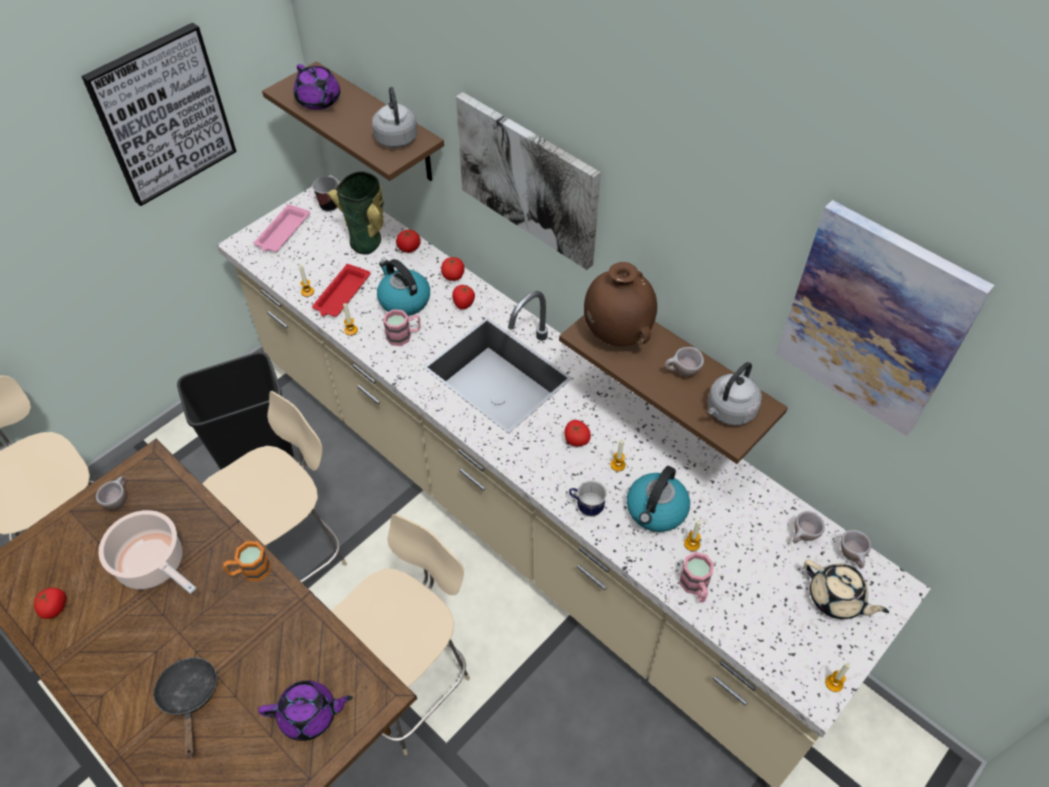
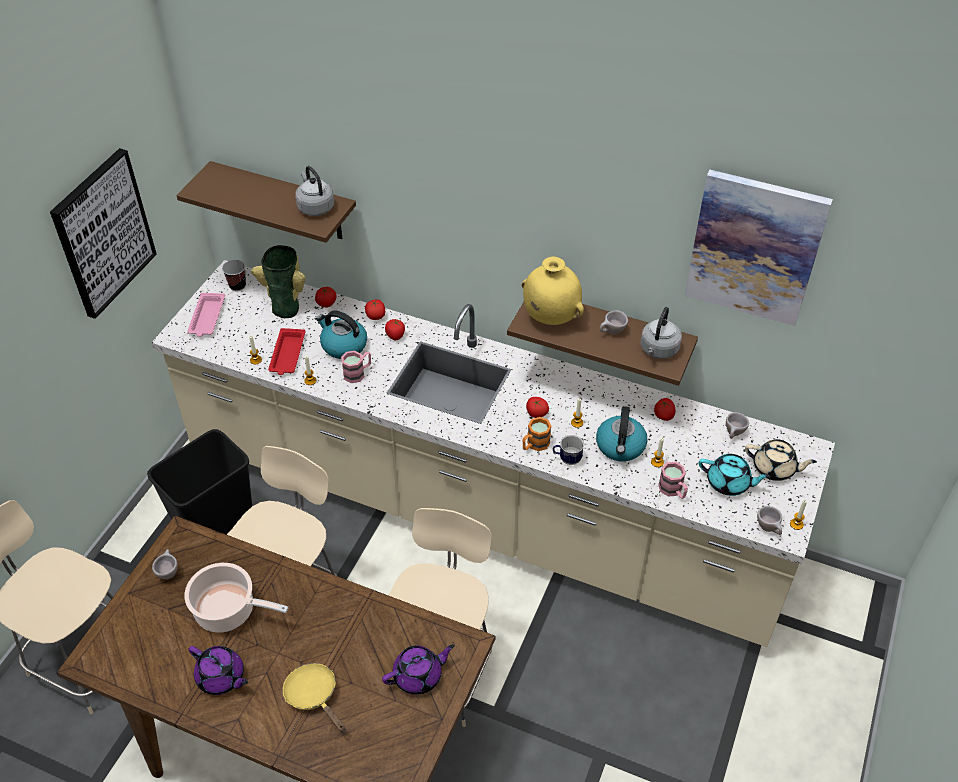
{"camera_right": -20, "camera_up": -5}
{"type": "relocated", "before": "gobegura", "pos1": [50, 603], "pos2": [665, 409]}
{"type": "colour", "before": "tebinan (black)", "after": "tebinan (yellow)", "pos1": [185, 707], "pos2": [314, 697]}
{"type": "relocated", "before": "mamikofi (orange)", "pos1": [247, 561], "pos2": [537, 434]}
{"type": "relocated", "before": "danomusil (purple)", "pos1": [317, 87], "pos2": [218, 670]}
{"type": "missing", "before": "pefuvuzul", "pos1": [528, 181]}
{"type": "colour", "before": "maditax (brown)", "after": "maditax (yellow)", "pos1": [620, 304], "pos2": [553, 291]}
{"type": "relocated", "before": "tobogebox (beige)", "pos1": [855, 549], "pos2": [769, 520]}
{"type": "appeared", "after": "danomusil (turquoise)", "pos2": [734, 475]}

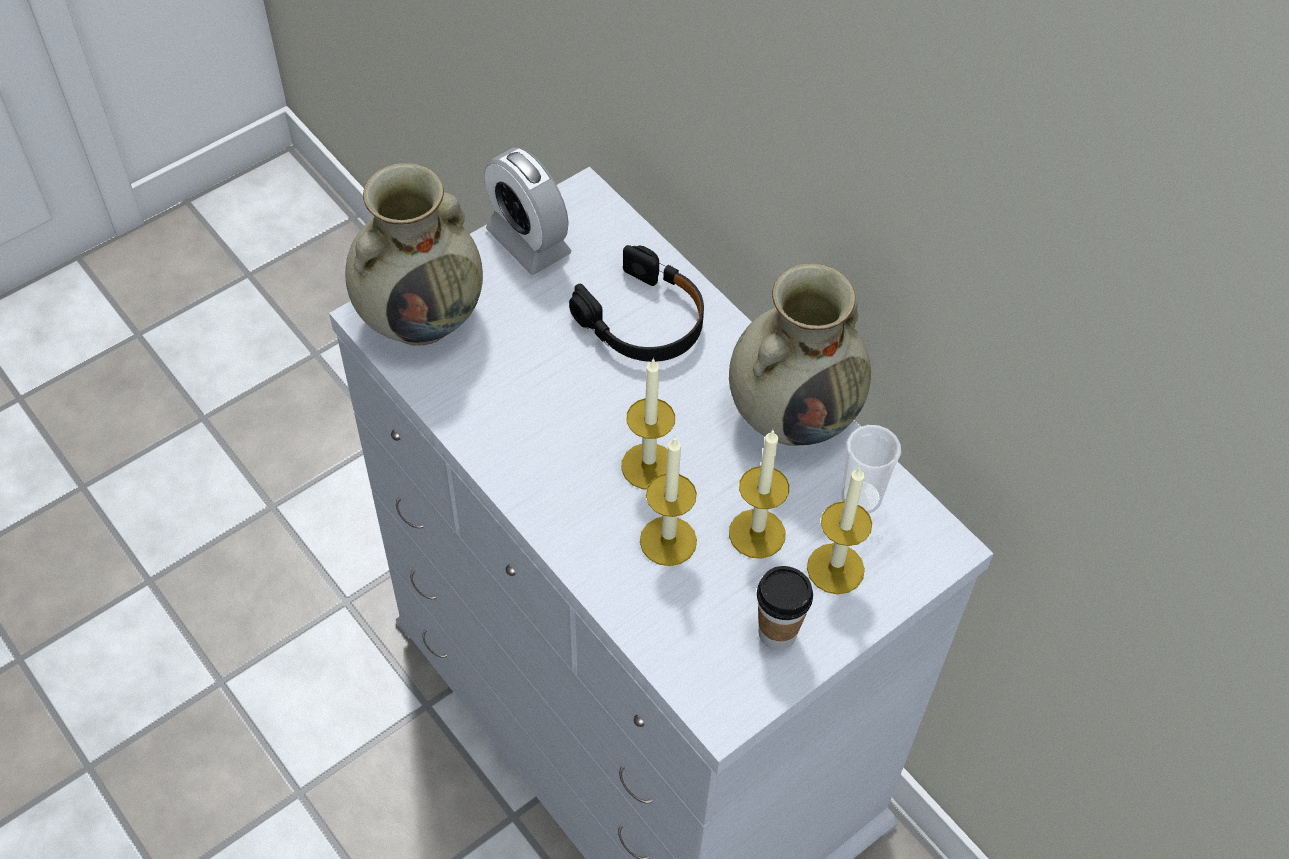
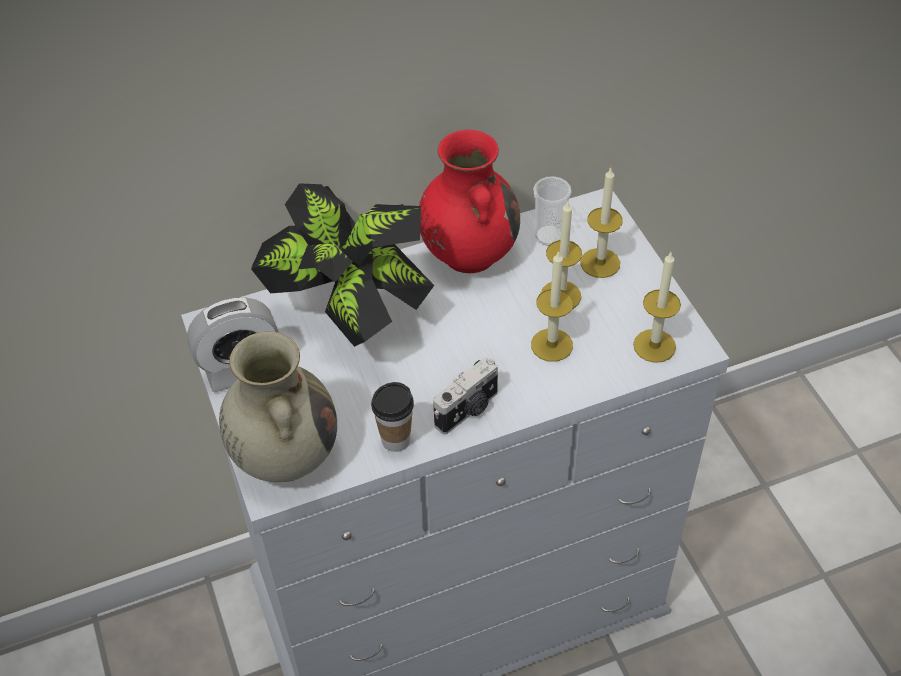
{"camera_right": -70, "camera_up": -5}
{"type": "exchanged", "before": "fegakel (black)", "after": "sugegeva", "pos1": [636, 303], "pos2": [343, 265]}
{"type": "relocated", "before": "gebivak", "pos1": [648, 423], "pos2": [657, 307]}
{"type": "colour", "before": "maditax (beige)", "after": "maditax (red)", "pos1": [800, 355], "pos2": [469, 201]}
{"type": "relocated", "before": "tobogebox", "pos1": [785, 608], "pos2": [392, 417]}
{"type": "appeared", "after": "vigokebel", "pos2": [465, 396]}

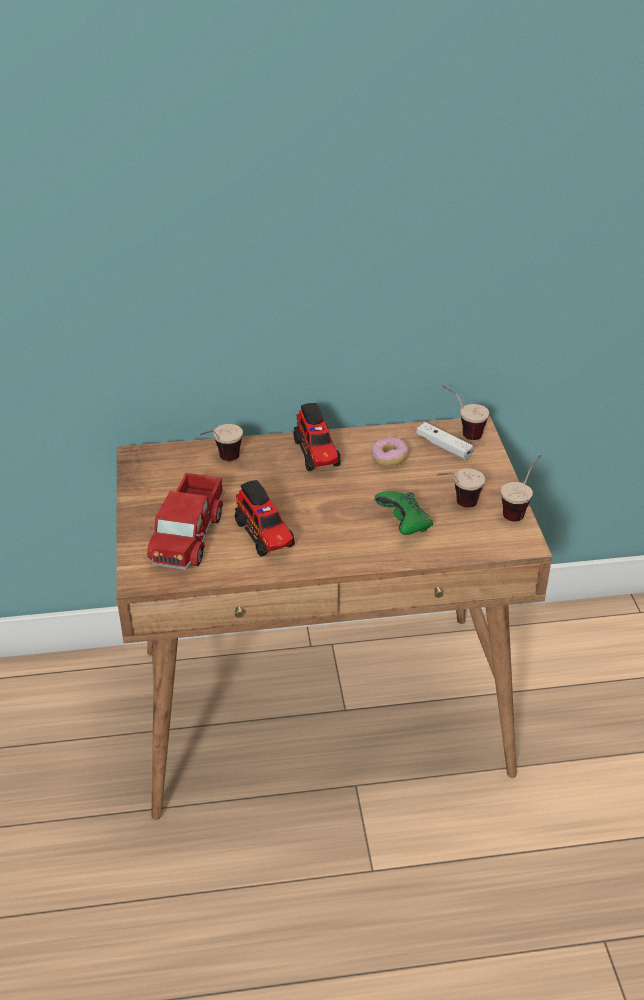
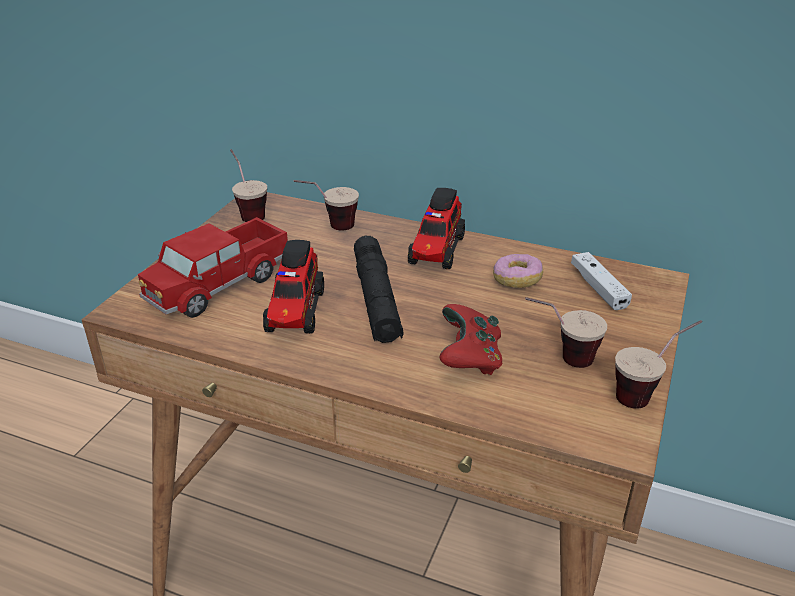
{"camera_right": 30, "camera_up": -5}
{"type": "colour", "before": "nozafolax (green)", "after": "nozafolax (red)", "pos1": [403, 513], "pos2": [470, 339]}
{"type": "relocated", "before": "tobogebox", "pos1": [465, 412], "pos2": [248, 185]}
{"type": "appeared", "after": "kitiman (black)", "pos2": [379, 289]}

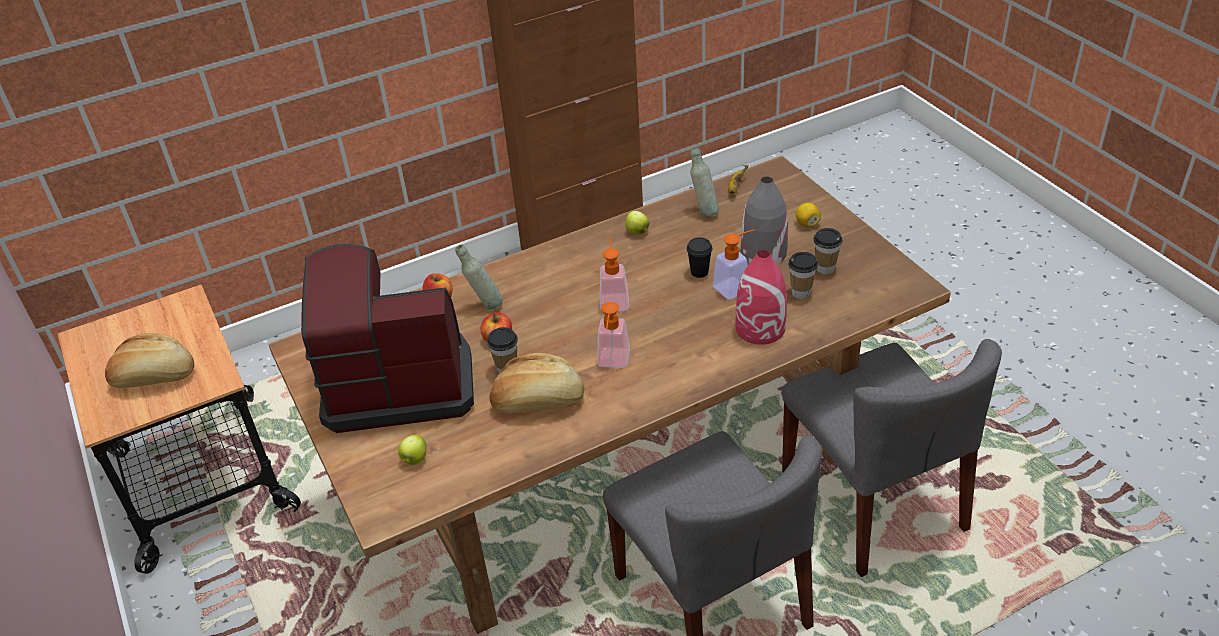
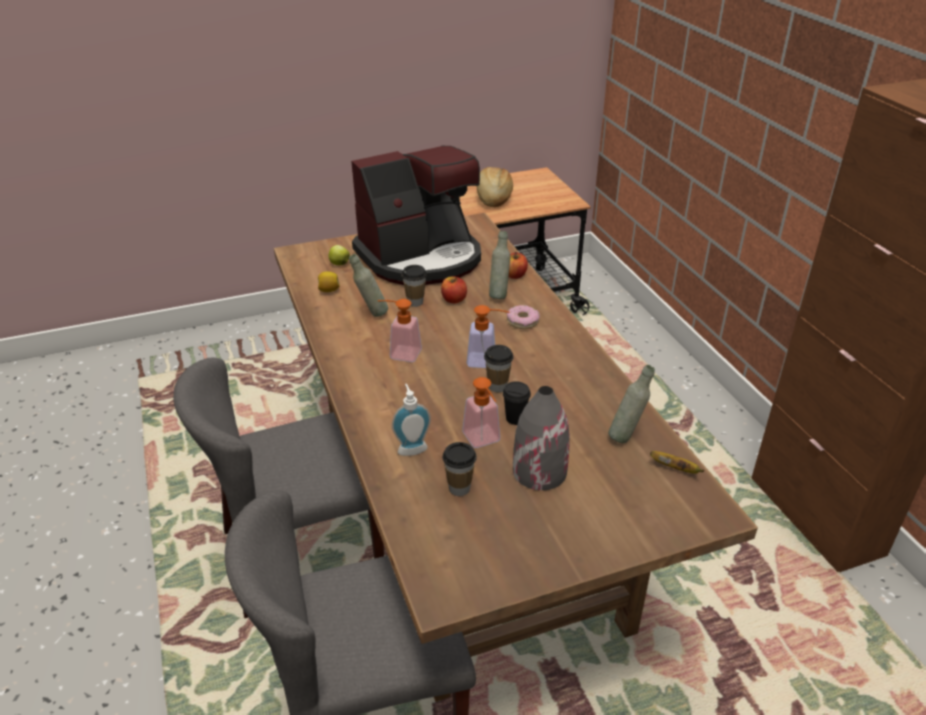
{"camera_right": 95, "camera_up": -5}
{"type": "spun", "before": "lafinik", "pos1": [387, 338], "pos2": [416, 215], "turn": 60}
{"type": "exchanged", "before": "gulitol", "after": "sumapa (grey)", "pos1": [537, 383], "pos2": [368, 285]}
{"type": "missing", "before": "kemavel", "pos1": [637, 222]}
{"type": "exchanged", "before": "maditax (red)", "after": "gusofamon", "pos1": [761, 297], "pos2": [411, 420]}
{"type": "relocated", "before": "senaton", "pos1": [808, 215], "pos2": [329, 281]}
{"type": "relocated", "before": "tobogebox", "pos1": [827, 251], "pos2": [498, 368]}
{"type": "appeared", "after": "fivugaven", "pos2": [523, 317]}

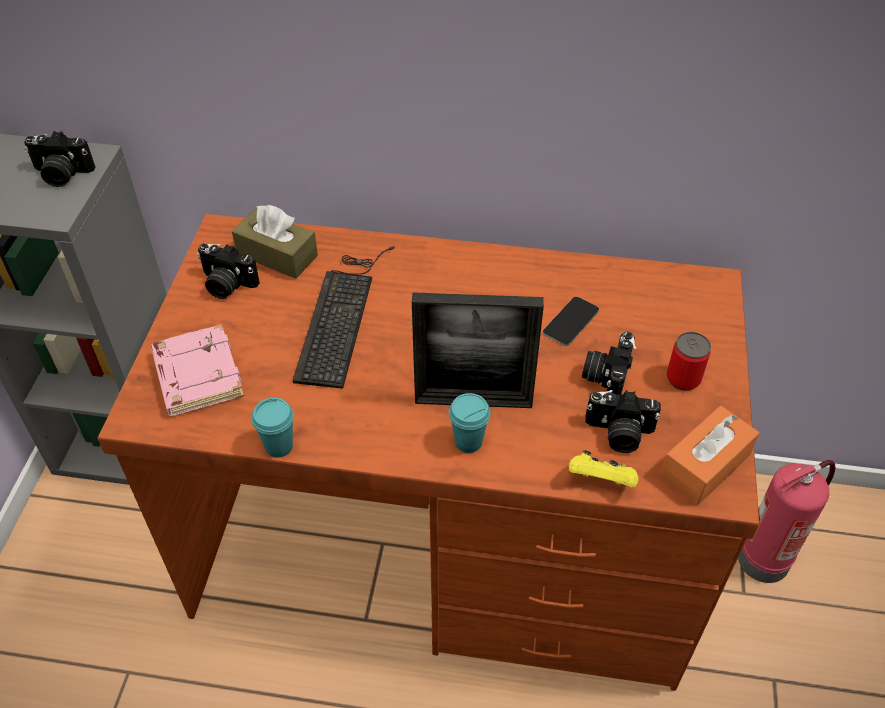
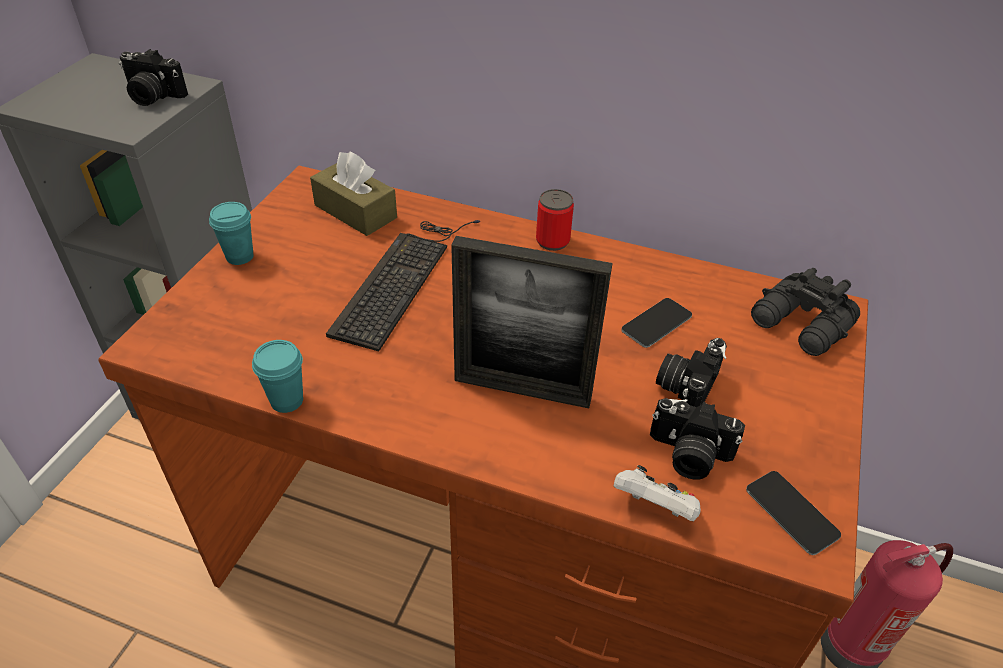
{"camera_right": 10, "camera_up": -5}
{"type": "missing", "before": "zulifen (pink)", "pos1": [197, 370]}
{"type": "missing", "before": "vigokebel", "pos1": [228, 271]}
{"type": "relocated", "before": "tobogebox (turquoise)", "pos1": [470, 423], "pos2": [231, 233]}
{"type": "colour", "before": "nozafolax (yellow)", "after": "nozafolax (white)", "pos1": [604, 469], "pos2": [657, 493]}
{"type": "exchanged", "before": "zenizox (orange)", "after": "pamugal", "pos1": [709, 455], "pos2": [793, 513]}
{"type": "relocated", "before": "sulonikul", "pos1": [689, 361], "pos2": [555, 220]}
{"type": "appeared", "after": "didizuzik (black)", "pos2": [805, 312]}

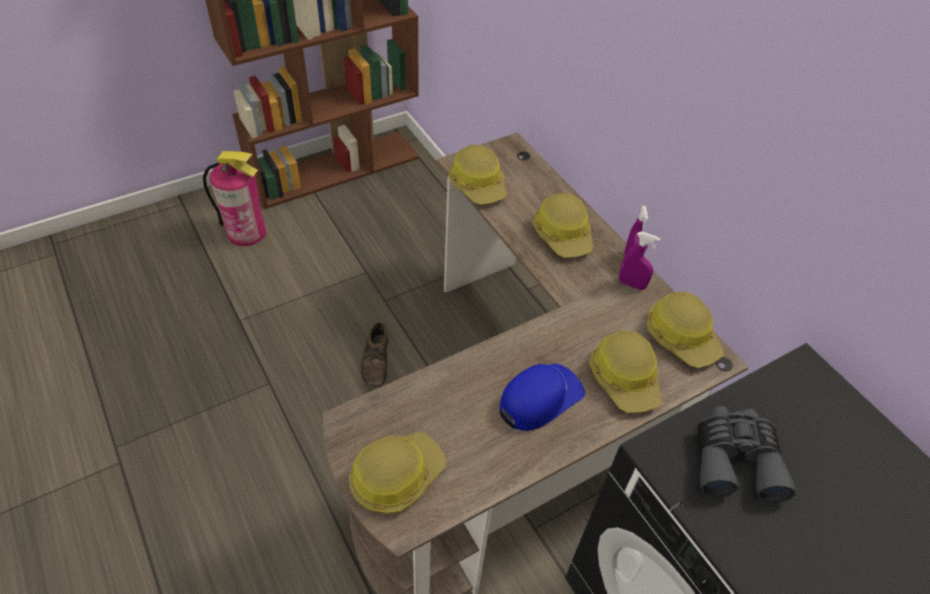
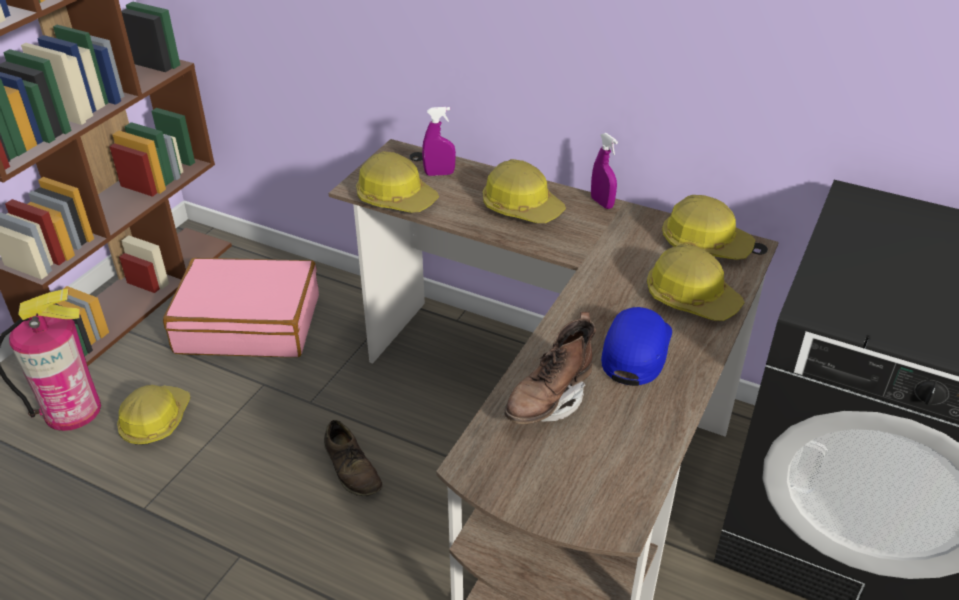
{"camera_right": -30, "camera_up": -10}
{"type": "relocated", "before": "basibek", "pos1": [398, 473], "pos2": [153, 415]}
{"type": "relocated", "before": "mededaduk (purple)", "pos1": [639, 261], "pos2": [439, 141]}
{"type": "missing", "before": "didizuzik (grey)", "pos1": [747, 454]}
{"type": "appeared", "after": "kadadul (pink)", "pos2": [241, 307]}
{"type": "appeared", "after": "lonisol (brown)", "pos2": [550, 368]}

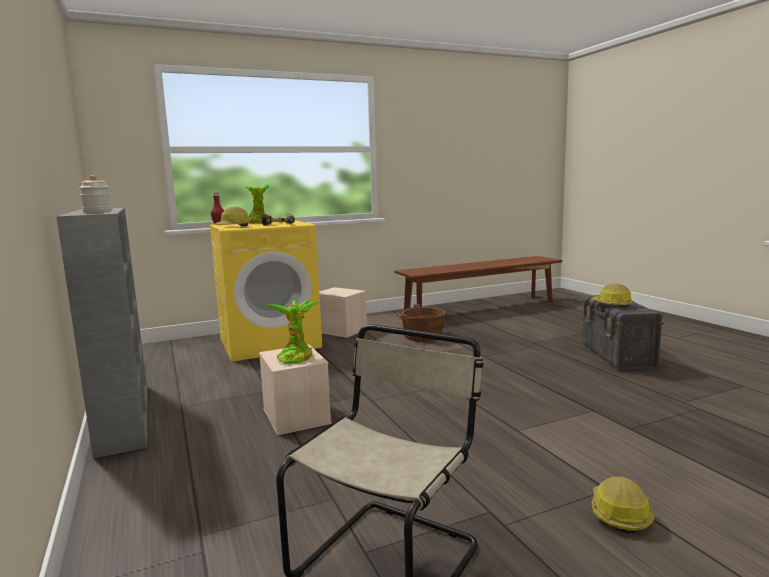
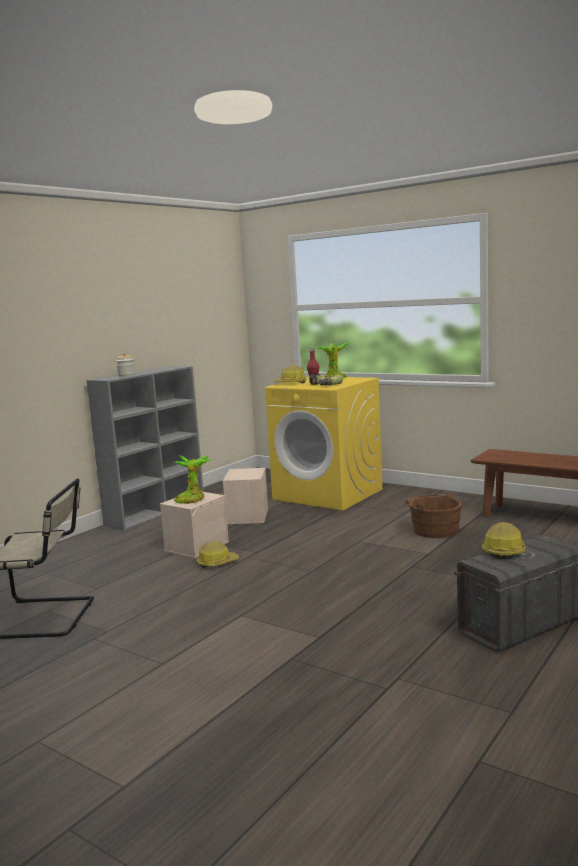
{"camera_right": 60, "camera_up": 0}
{"type": "relocated", "before": "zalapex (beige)", "pos1": [343, 312], "pos2": [245, 496]}
{"type": "relocated", "before": "basibek", "pos1": [623, 505], "pos2": [218, 554]}

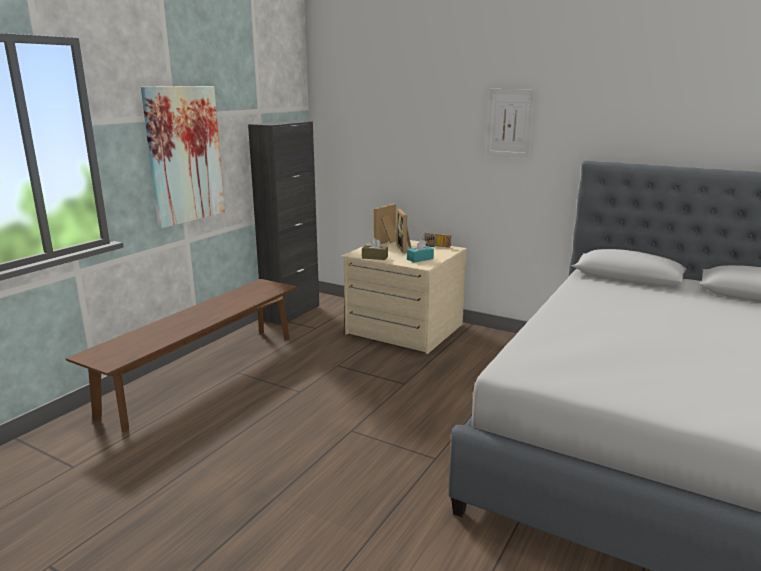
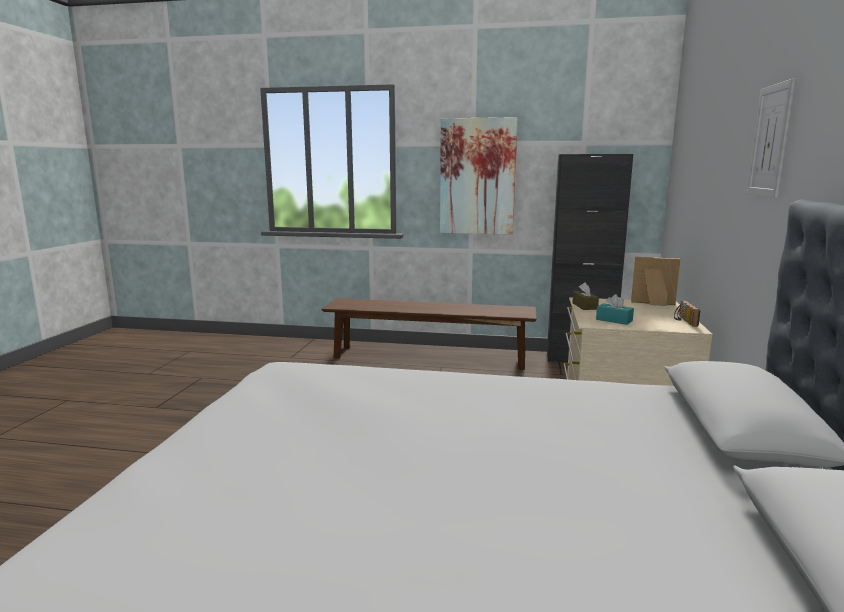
{"camera_right": 70, "camera_up": -5}
{"type": "missing", "before": "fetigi", "pos1": [404, 231]}

